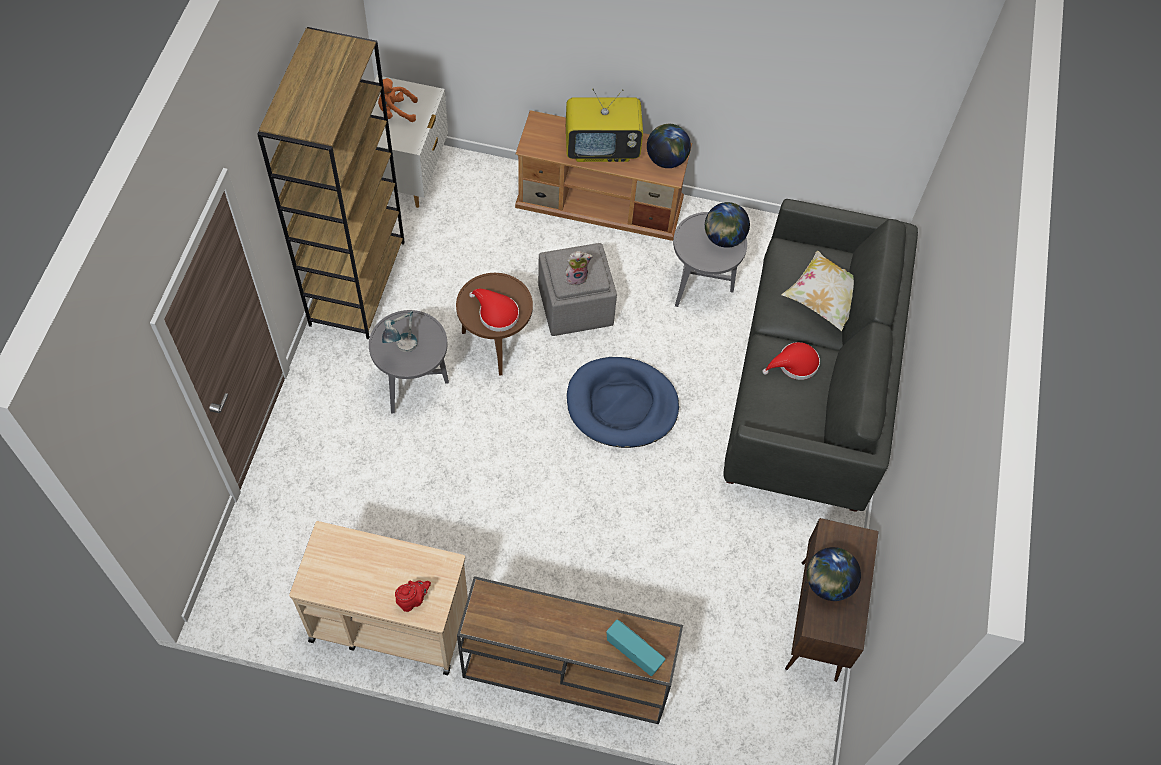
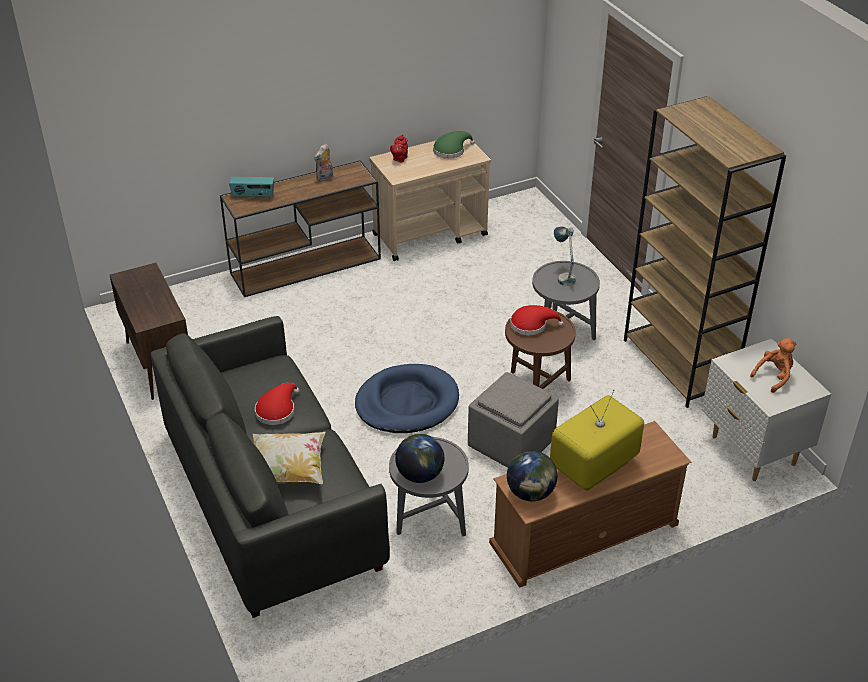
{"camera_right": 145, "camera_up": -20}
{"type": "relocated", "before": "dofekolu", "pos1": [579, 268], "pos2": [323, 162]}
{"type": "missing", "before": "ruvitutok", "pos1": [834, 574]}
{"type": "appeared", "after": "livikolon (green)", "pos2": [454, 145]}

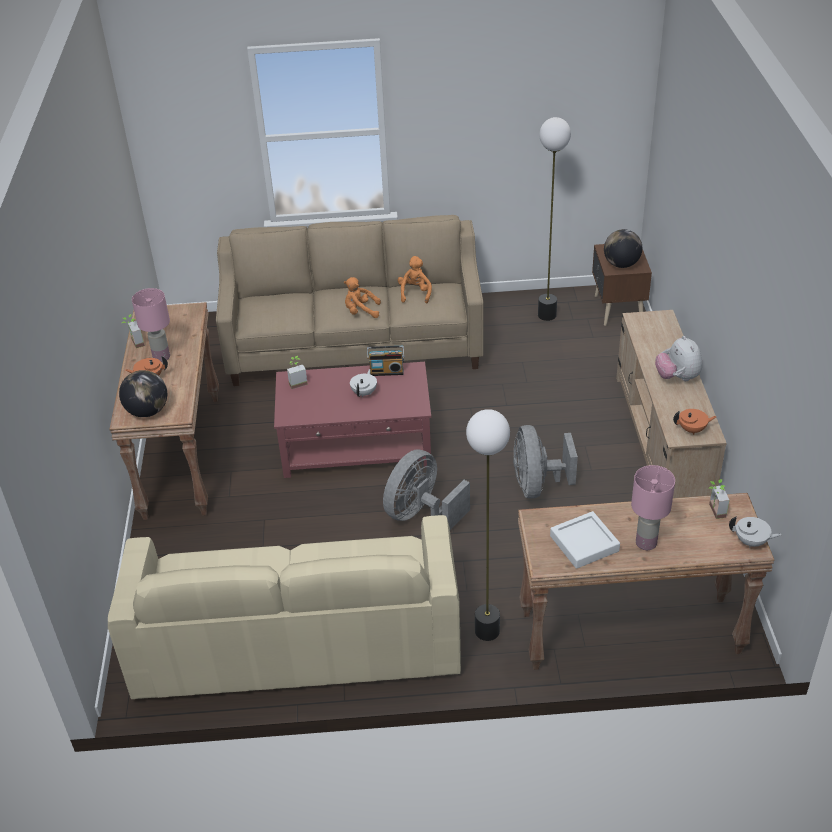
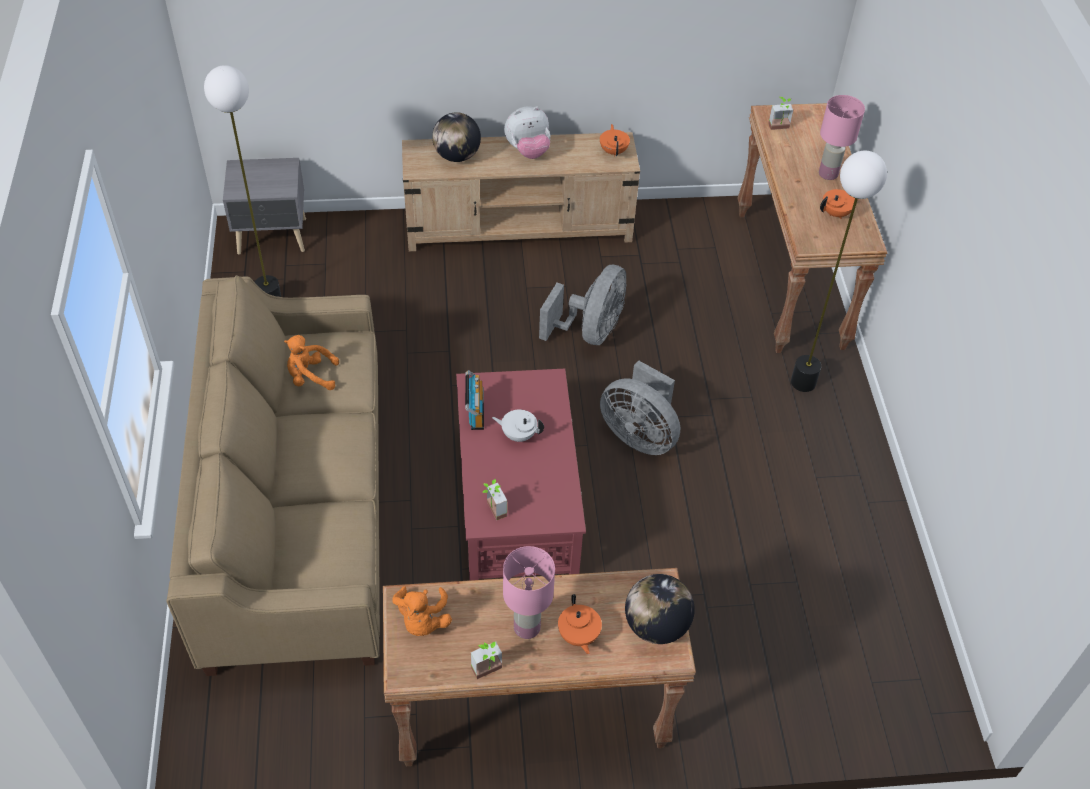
{"camera_right": -95, "camera_up": 10}
{"type": "missing", "before": "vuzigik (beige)", "pos1": [284, 607]}
{"type": "relocated", "before": "dofekolu (orange)", "pos1": [362, 297], "pos2": [422, 611]}
{"type": "spun", "before": "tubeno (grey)", "pos1": [545, 461], "pos2": [582, 305], "turn": -60}
{"type": "exchanged", "before": "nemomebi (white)", "after": "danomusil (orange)", "pos1": [585, 540], "pos2": [837, 204]}
{"type": "colour", "before": "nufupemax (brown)", "after": "nufupemax (grey)", "pos1": [622, 285], "pos2": [264, 206]}
{"type": "relocated", "before": "ruvitutok", "pos1": [623, 248], "pos2": [456, 137]}
{"type": "missing", "before": "danomusil (white)", "pos1": [755, 532]}

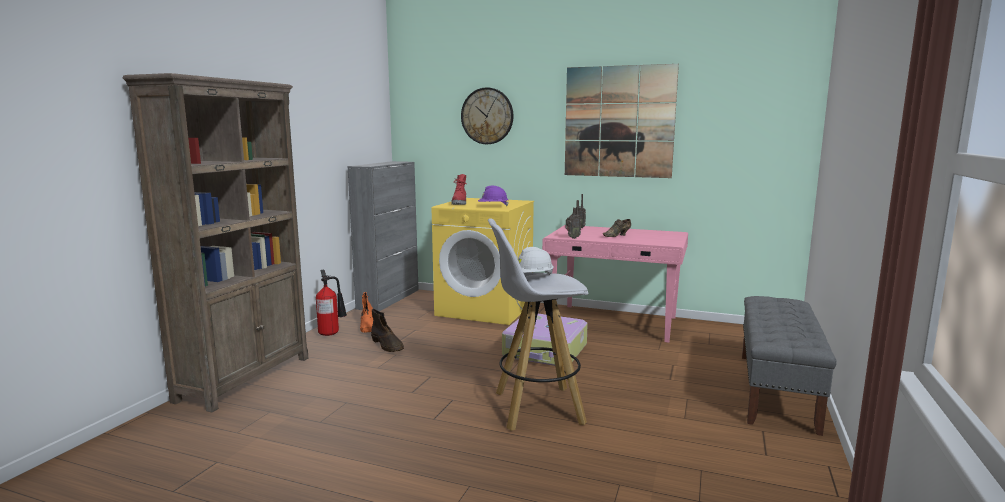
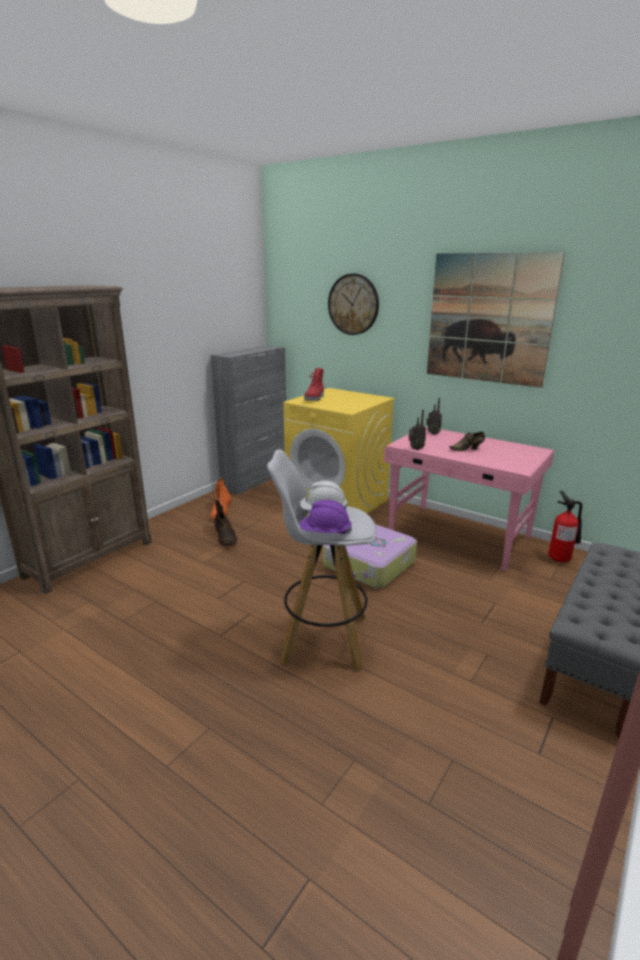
{"camera_right": 15, "camera_up": 10}
{"type": "relocated", "before": "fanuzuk", "pos1": [331, 303], "pos2": [565, 526]}
{"type": "relocated", "before": "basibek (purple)", "pos1": [493, 196], "pos2": [326, 517]}

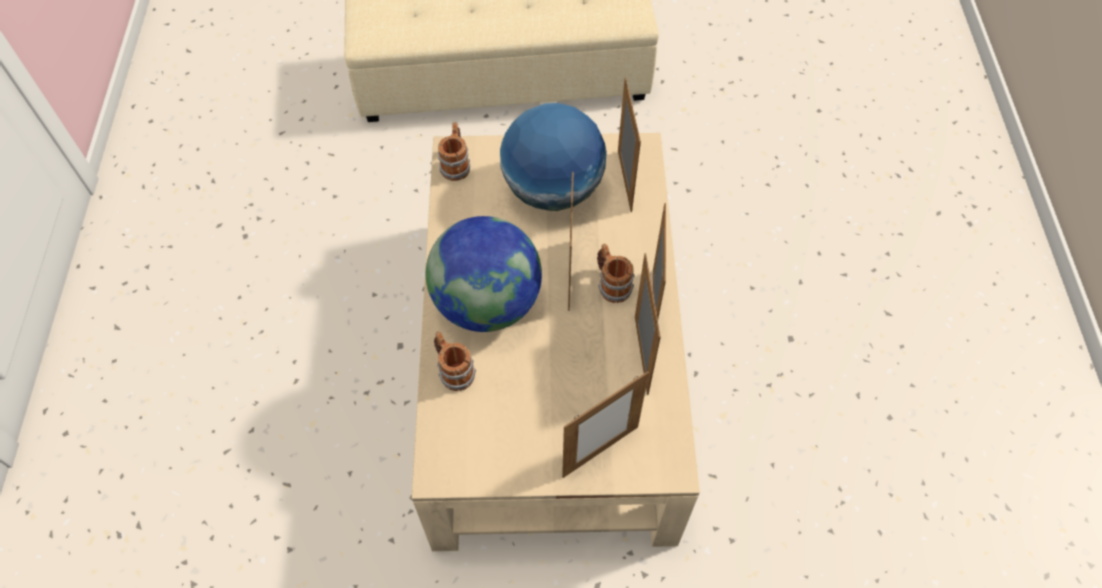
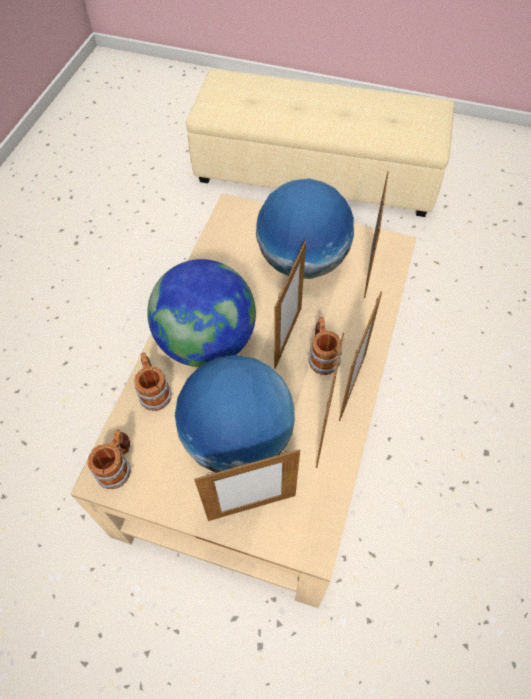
{"camera_right": 20, "camera_up": 0}
{"type": "relocated", "before": "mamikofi", "pos1": [454, 151], "pos2": [109, 459]}
{"type": "appeared", "after": "ruvitutok", "pos2": [235, 414]}

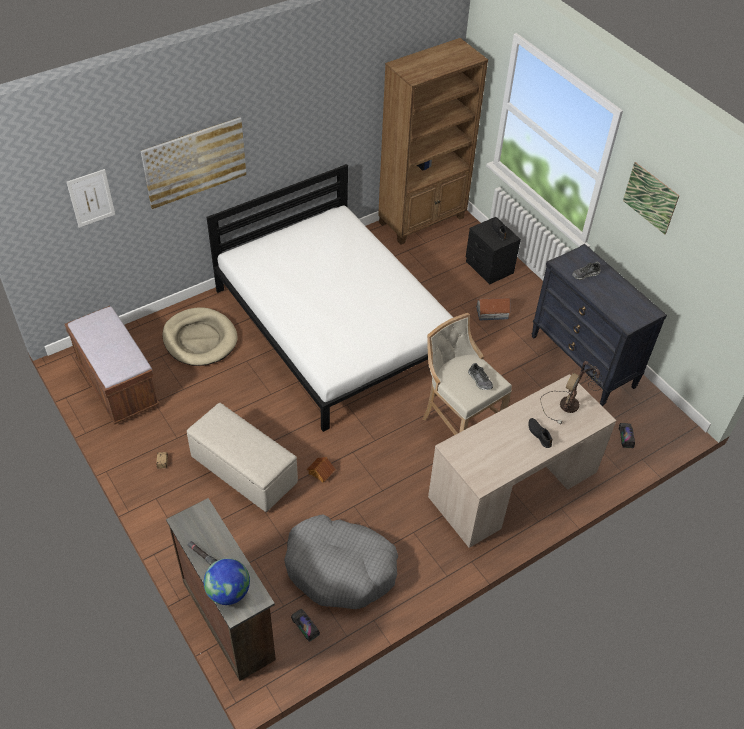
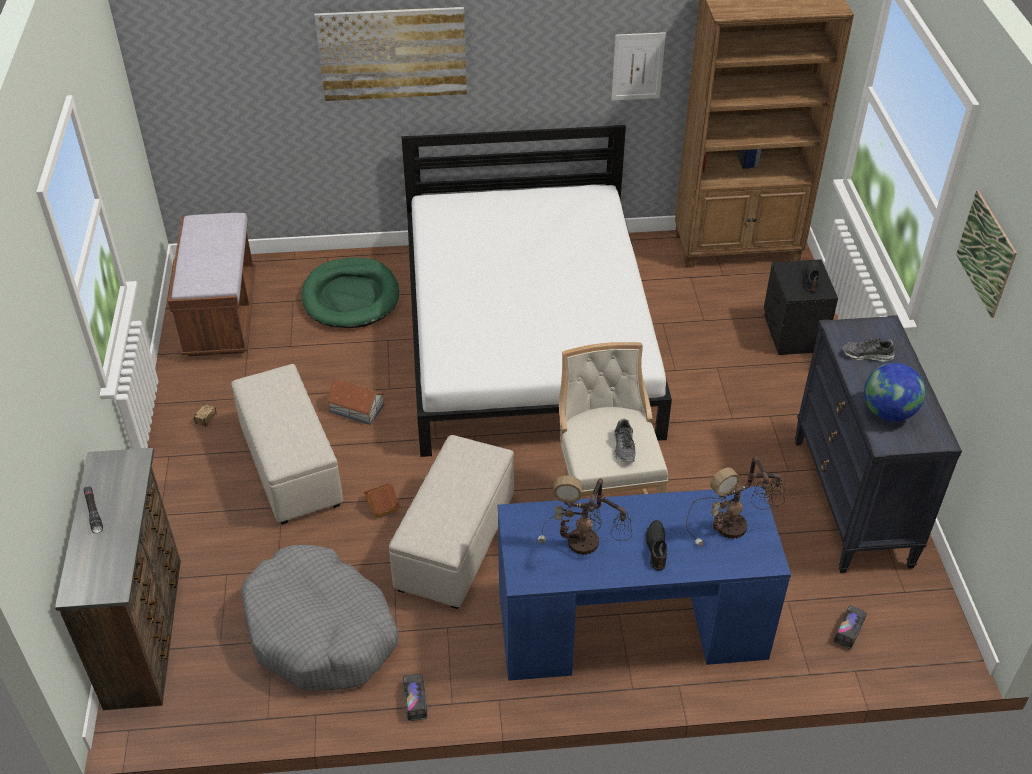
{"camera_right": 30, "camera_up": -5}
{"type": "relocated", "before": "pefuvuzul", "pos1": [91, 198], "pos2": [638, 66]}
{"type": "colour", "before": "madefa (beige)", "after": "madefa (green)", "pos1": [200, 336], "pos2": [350, 292]}
{"type": "relocated", "before": "ruvitutok", "pos1": [227, 581], "pos2": [894, 392]}
{"type": "relocated", "before": "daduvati", "pos1": [305, 625], "pos2": [415, 697]}
{"type": "colour", "before": "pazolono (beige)", "after": "pazolono (blue)", "pos1": [522, 461], "pos2": [644, 583]}
{"type": "relocated", "before": "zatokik", "pos1": [493, 309], "pos2": [355, 402]}
{"type": "appeared", "after": "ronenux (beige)", "pos2": [451, 522]}
{"type": "appeared", "after": "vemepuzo", "pos2": [585, 515]}

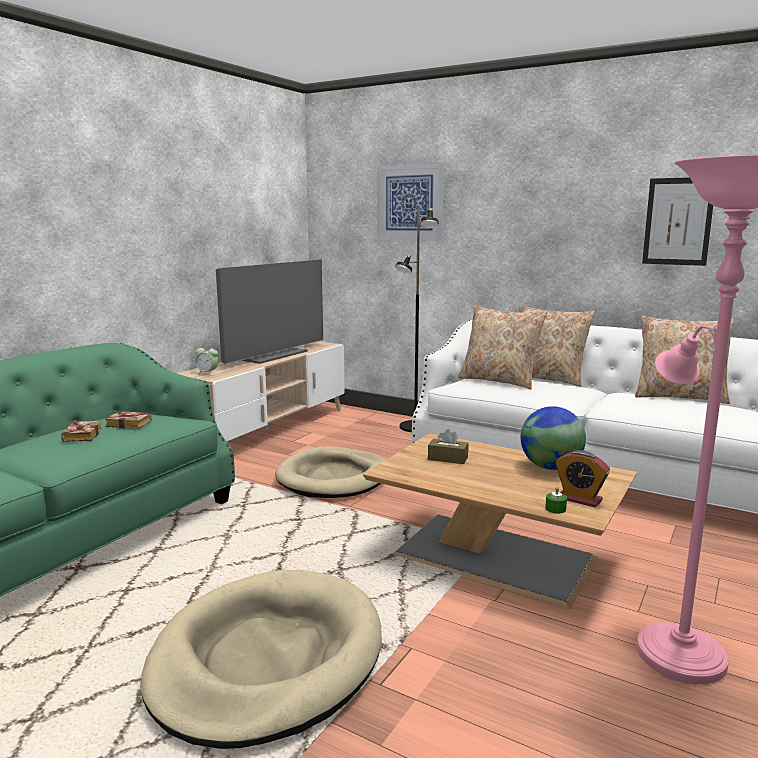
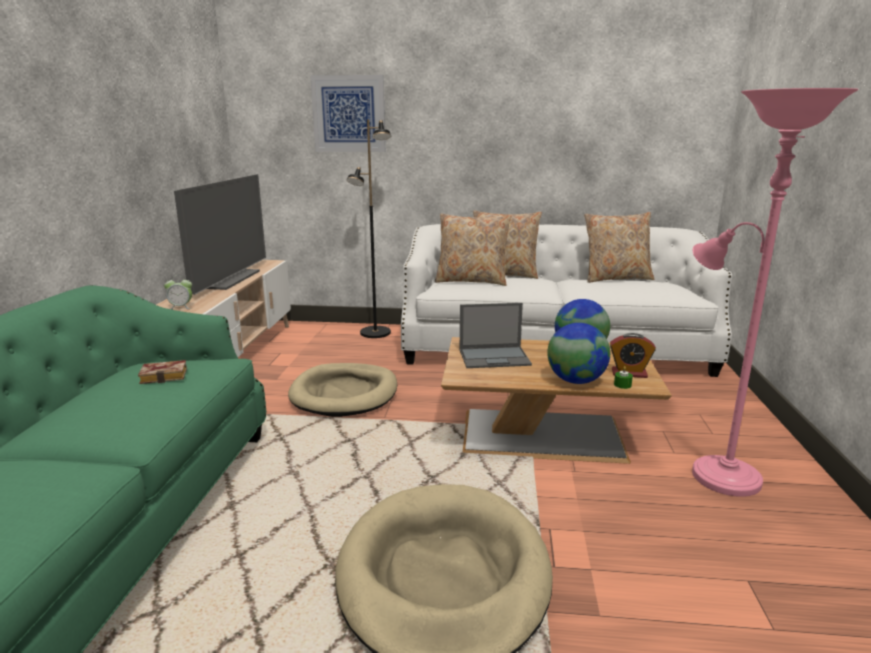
{"camera_right": -25, "camera_up": 5}
{"type": "missing", "before": "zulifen", "pos1": [81, 431]}
{"type": "exchanged", "before": "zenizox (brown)", "after": "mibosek", "pos1": [448, 446], "pos2": [495, 335]}
{"type": "missing", "before": "pefuvuzul", "pos1": [677, 221]}
{"type": "appeared", "after": "ruvitutok", "pos2": [578, 353]}

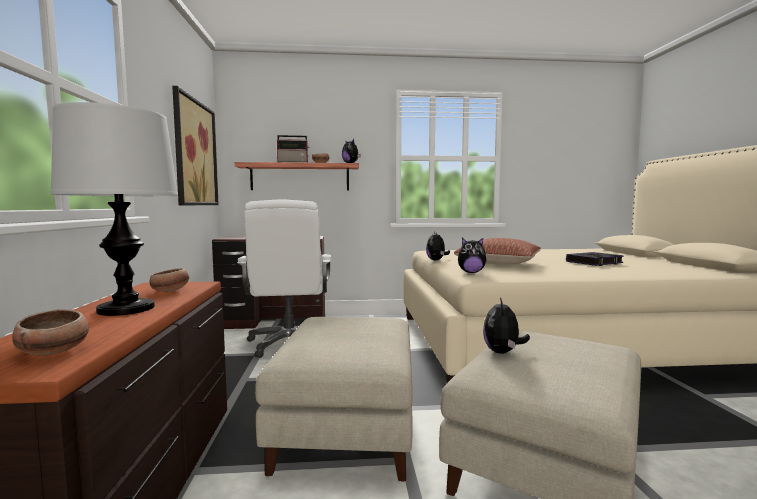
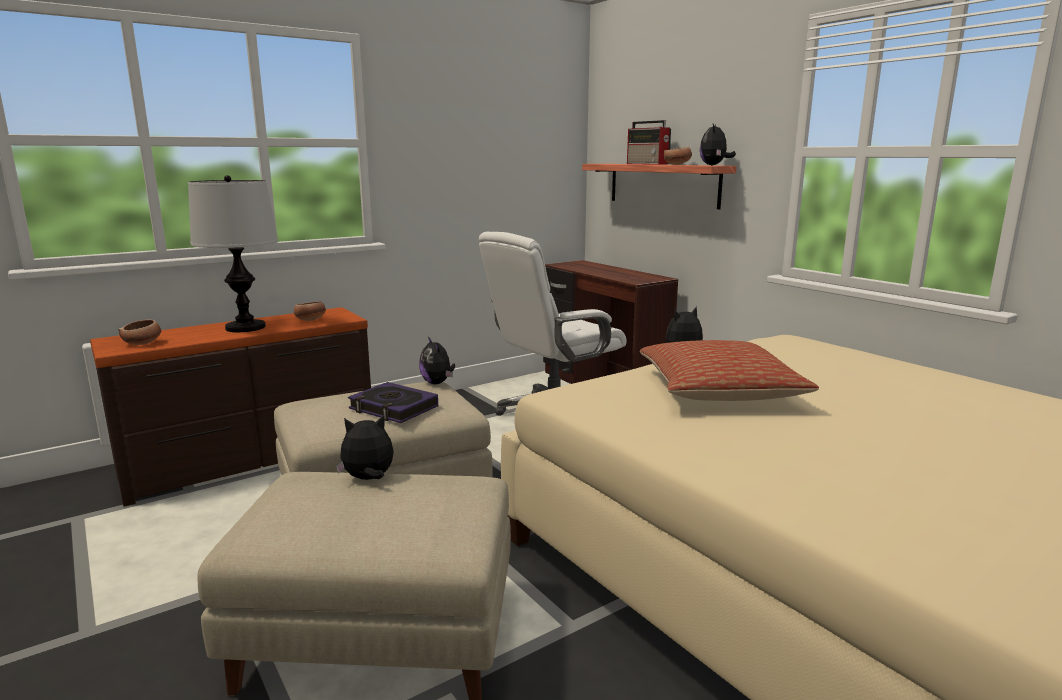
{"camera_right": 60, "camera_up": 10}
{"type": "missing", "before": "pefuvuzul", "pos1": [195, 145]}
{"type": "relocated", "before": "dofekolu", "pos1": [472, 255], "pos2": [437, 360]}
{"type": "relocated", "before": "zulifen", "pos1": [595, 259], "pos2": [393, 402]}

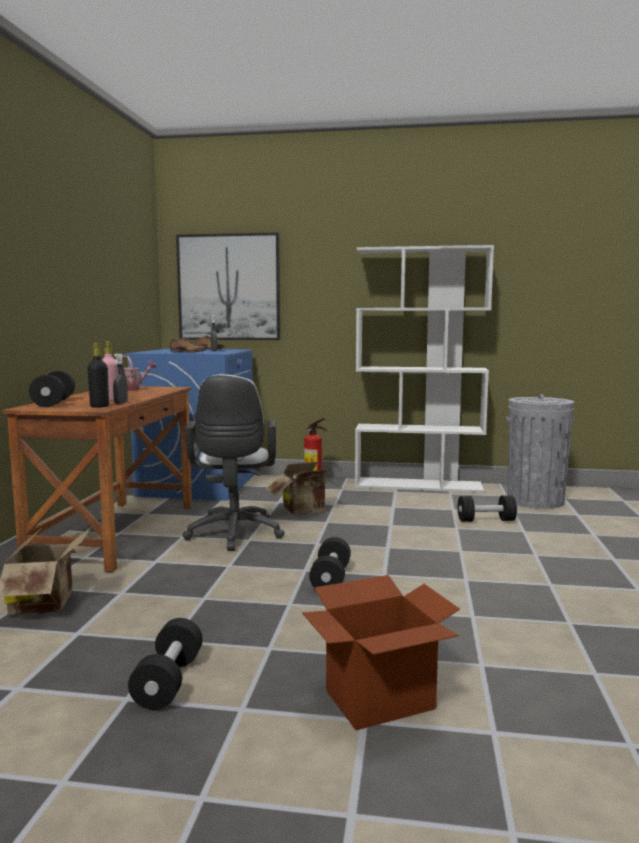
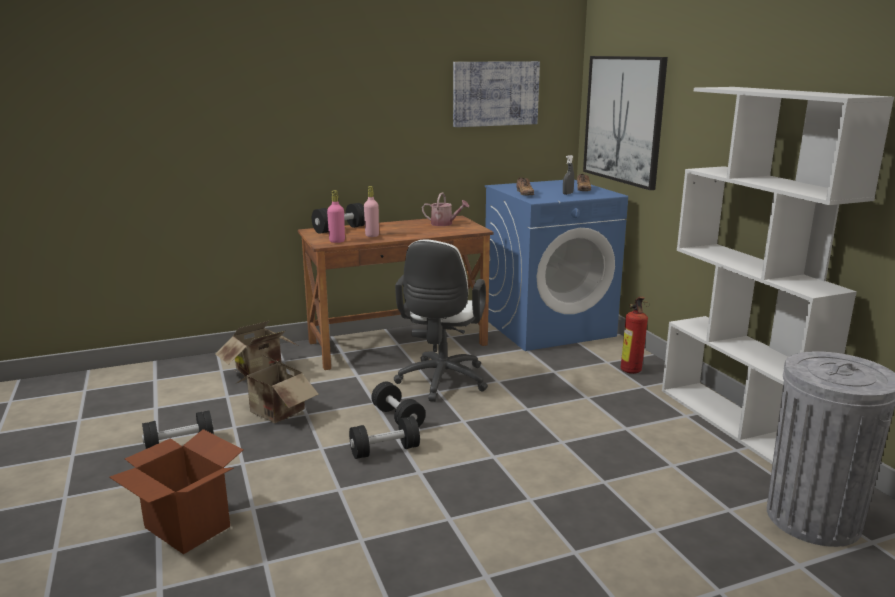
{"camera_right": 60, "camera_up": 10}
{"type": "colour", "before": "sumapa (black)", "after": "sumapa (pink)", "pos1": [98, 375], "pos2": [336, 216]}
{"type": "missing", "before": "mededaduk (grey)", "pos1": [120, 378]}
{"type": "spun", "before": "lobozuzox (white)", "pos1": [233, 462], "pos2": [441, 320], "turn": -45}
{"type": "relocated", "before": "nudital", "pos1": [303, 488], "pos2": [274, 389]}
{"type": "relocated", "before": "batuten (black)", "pos1": [487, 508], "pos2": [398, 404]}
{"type": "appeared", "after": "pefuvuzul", "pos2": [496, 94]}

